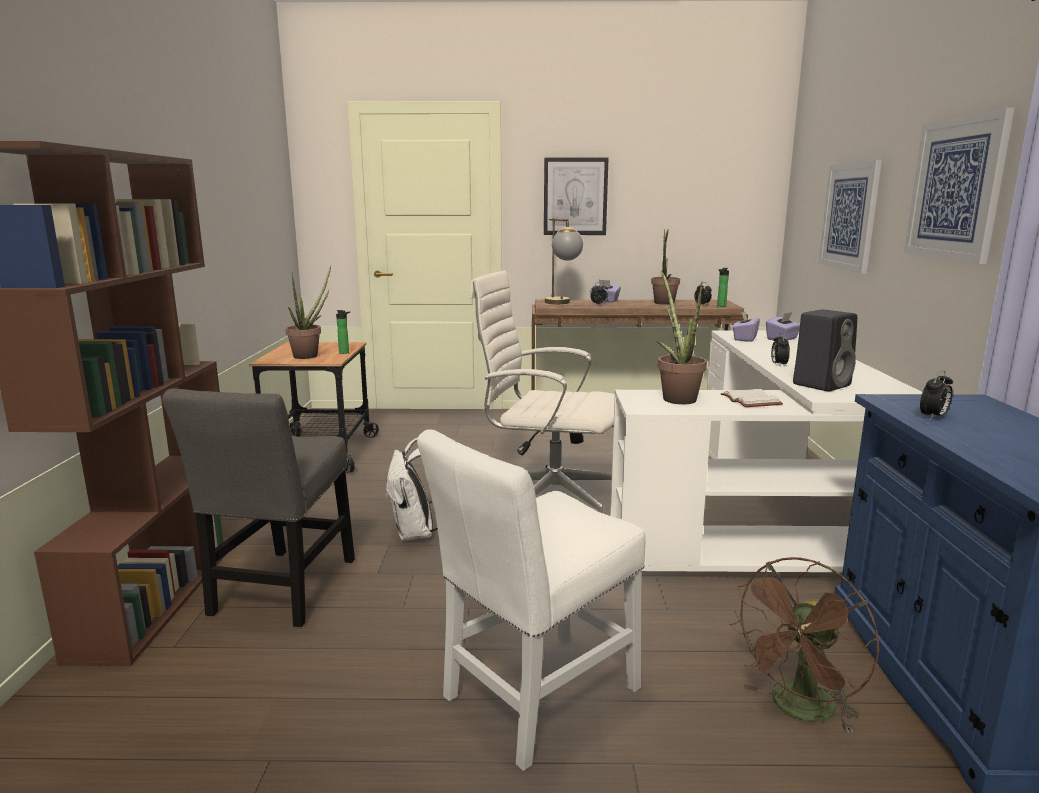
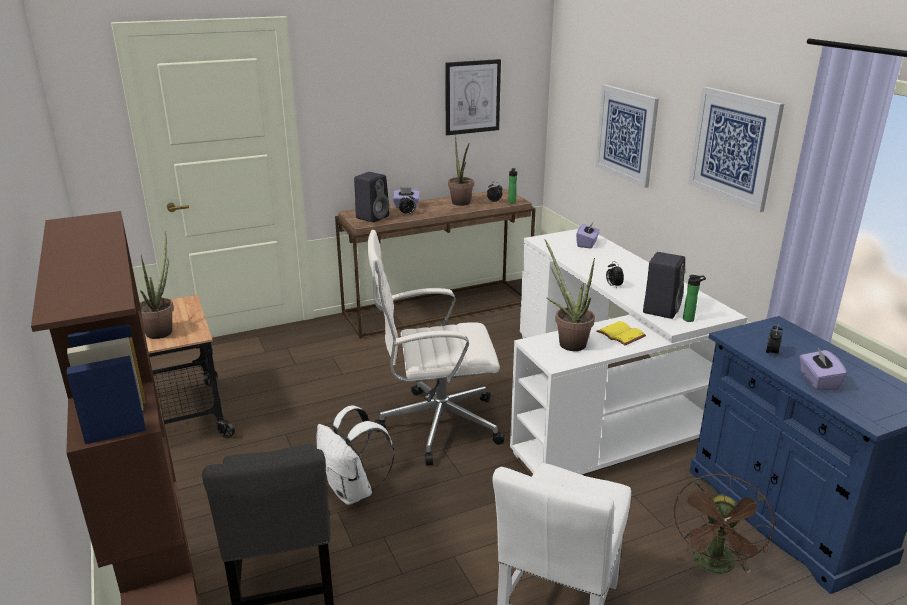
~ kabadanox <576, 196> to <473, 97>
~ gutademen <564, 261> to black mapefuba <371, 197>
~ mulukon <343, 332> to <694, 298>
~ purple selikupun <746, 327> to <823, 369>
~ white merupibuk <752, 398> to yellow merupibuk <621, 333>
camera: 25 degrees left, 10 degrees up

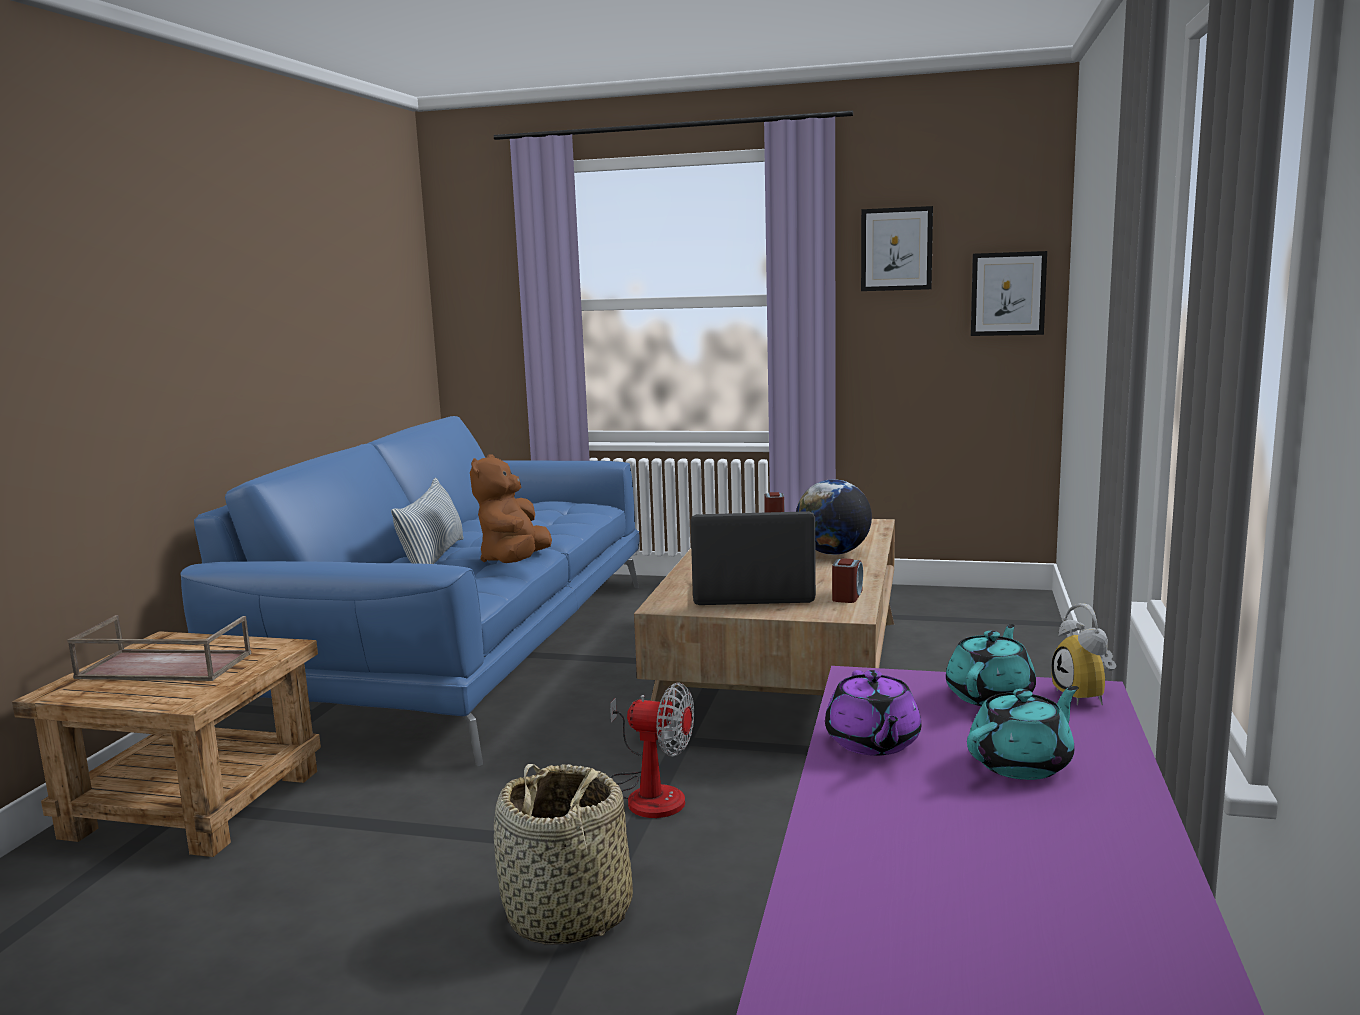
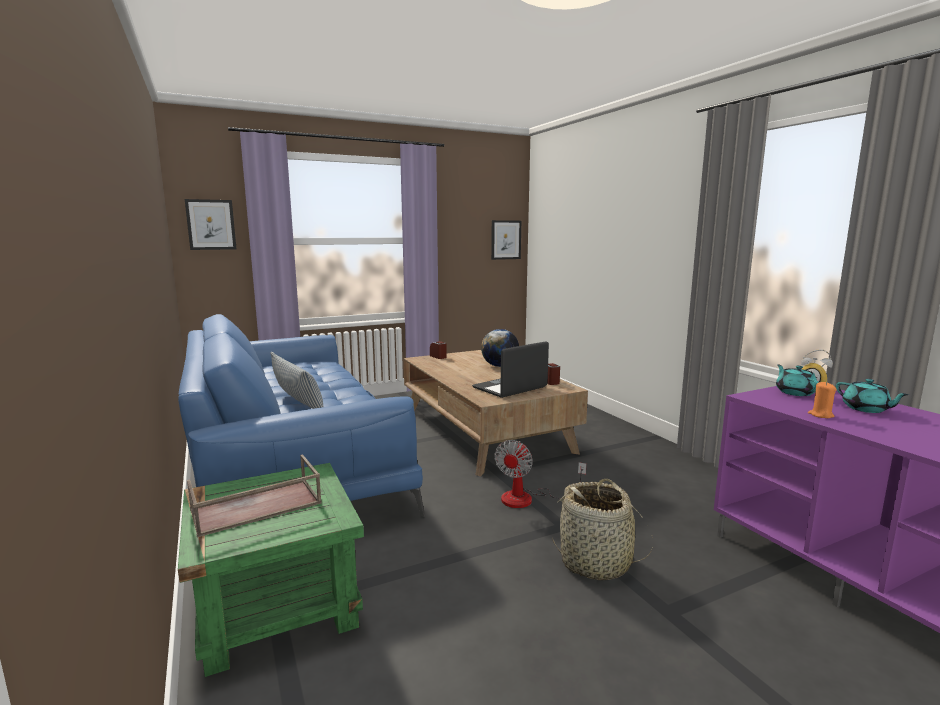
~ kabadanox <897, 248> to <211, 224>
- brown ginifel <511, 508>
~ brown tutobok <166, 744> to green tutobok <271, 570>
~ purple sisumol <873, 713> to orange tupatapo <822, 400>
~ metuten <652, 750> = <540, 474> 135 degrees clockwise
~ turquoise sisumol <1022, 733> = <872, 396> 135 degrees clockwise
camera: 40 degrees left, 0 degrees up

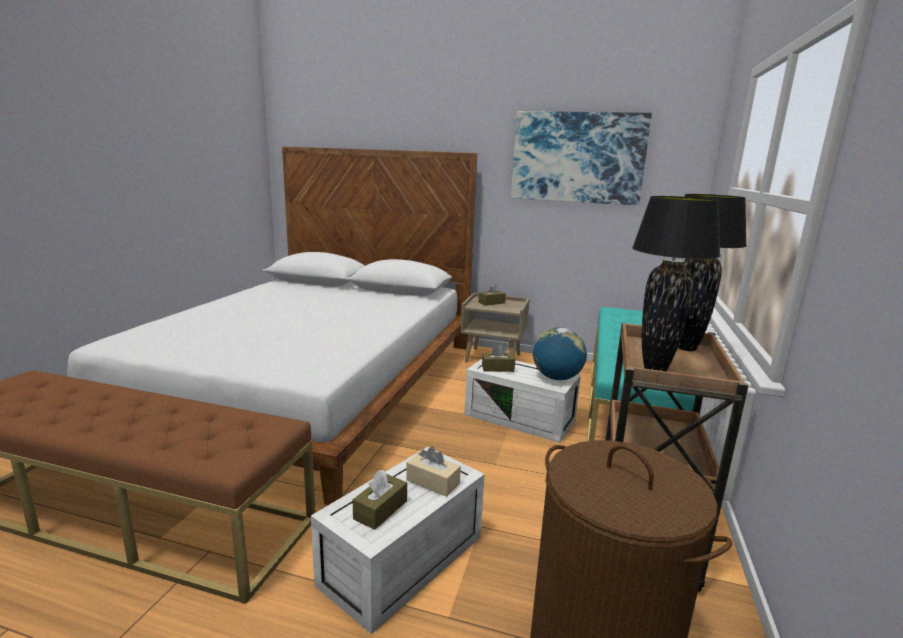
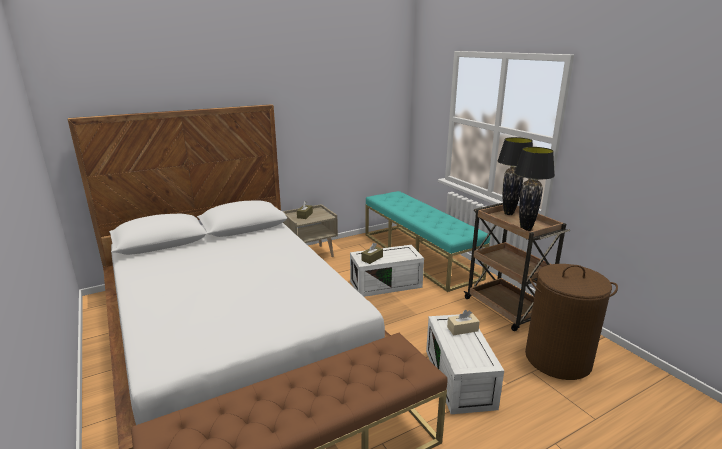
- kabadanox <581, 158>
- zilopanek <560, 353>
- brown selikupun <380, 500>
camera: 45 degrees left, 5 degrees up

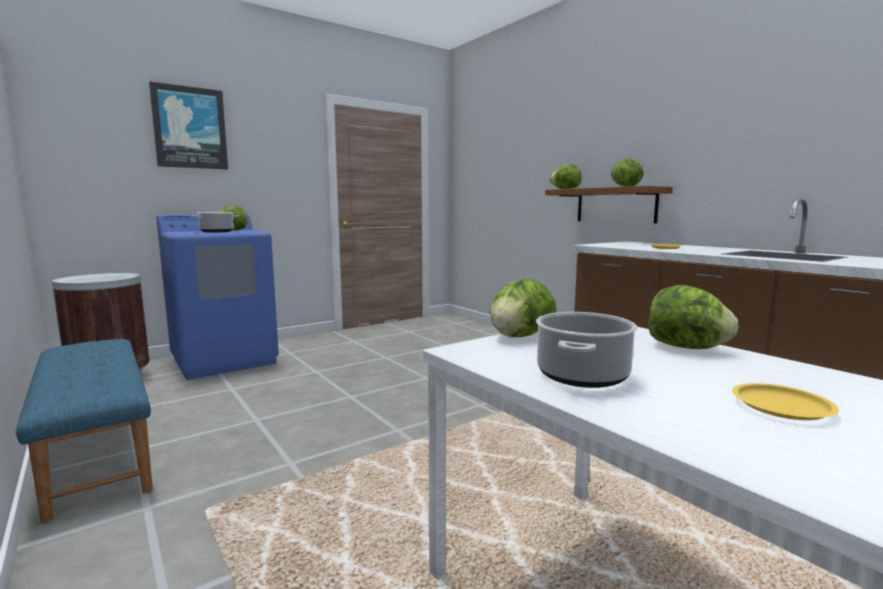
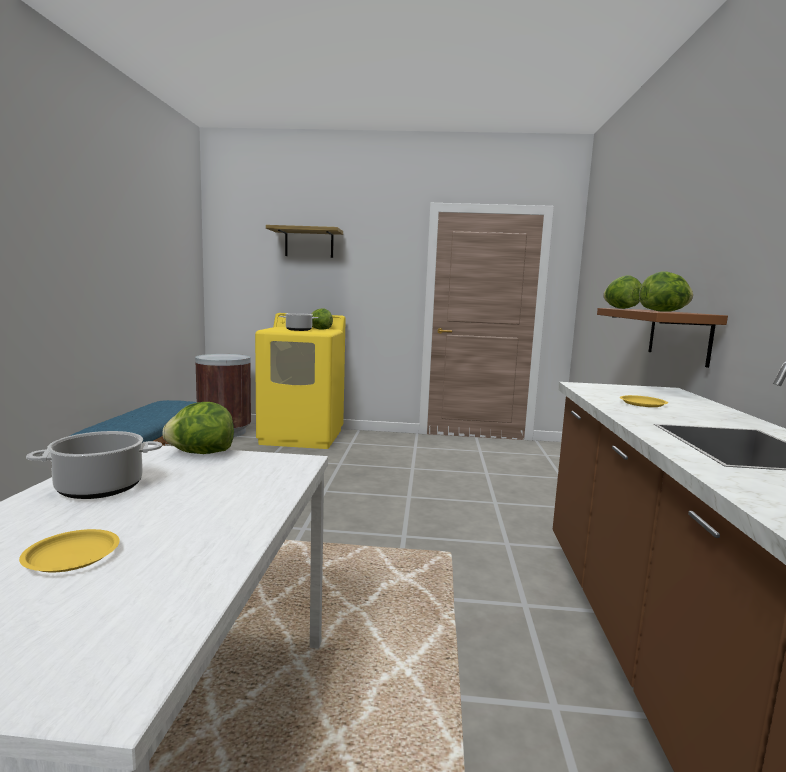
~ kabadanox <188, 125> to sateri <304, 241>
~ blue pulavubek <217, 297> to yellow pulavubek <300, 381>
- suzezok <693, 317>
camera: 40 degrees right, 0 degrees up

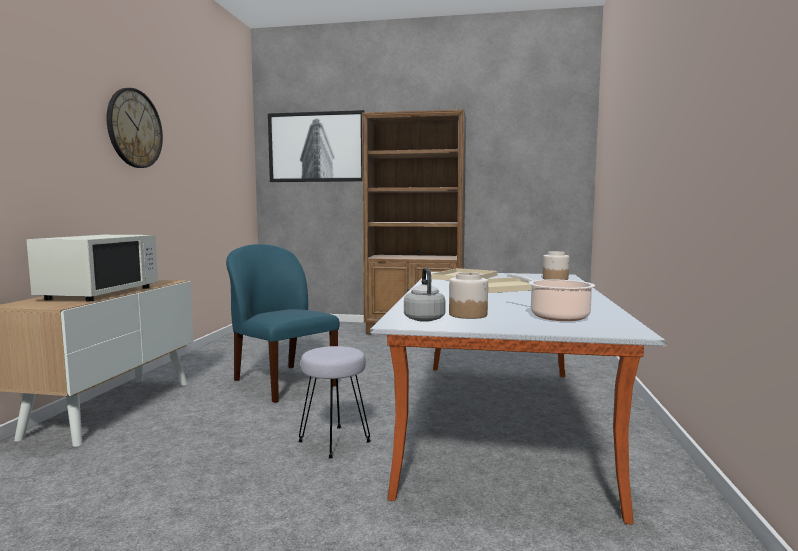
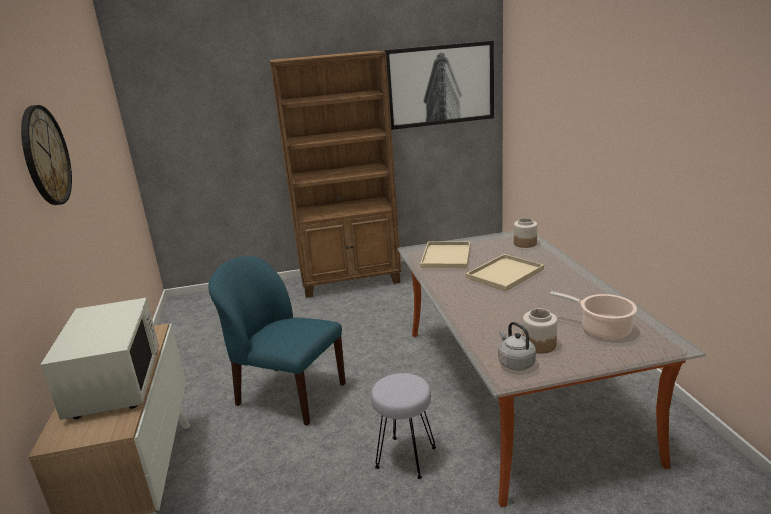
~ kabadanox <316, 146> to <439, 85>
camera: 20 degrees left, 15 degrees up

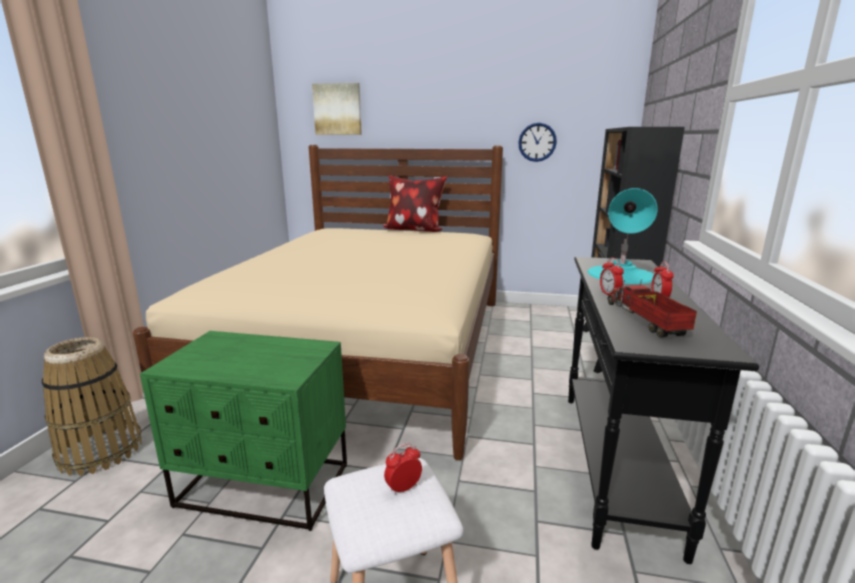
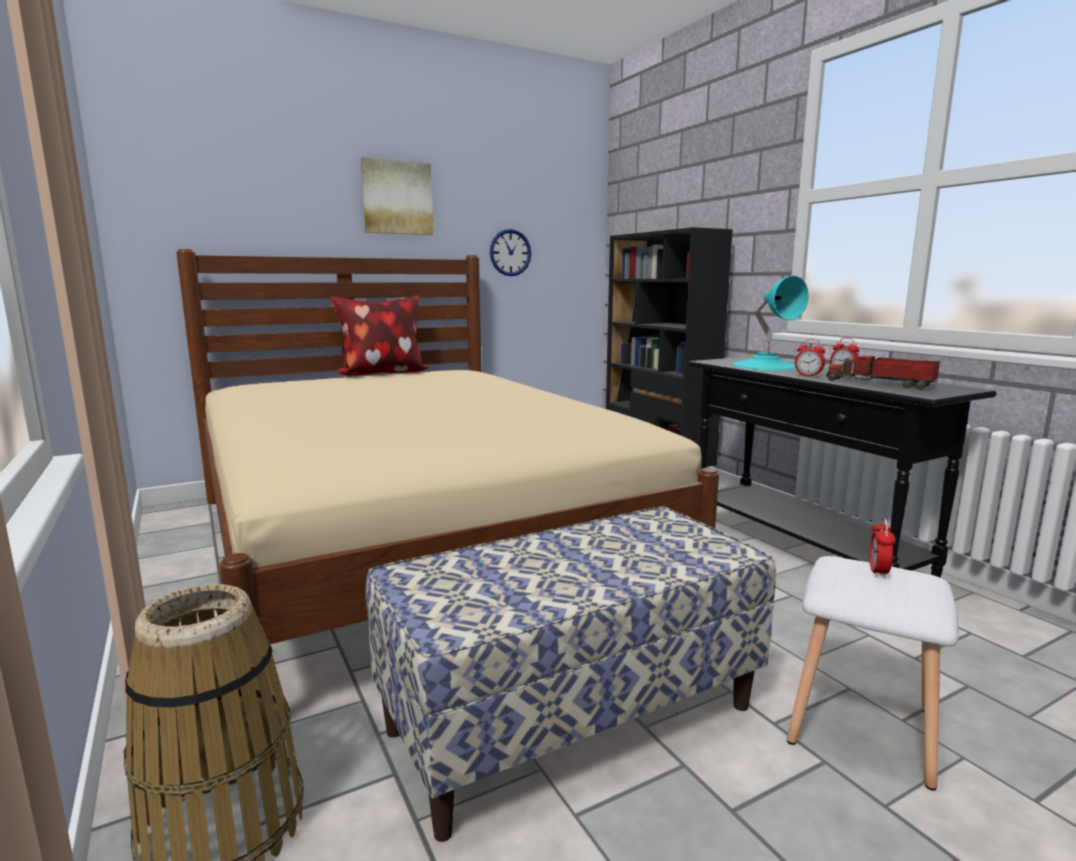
~ kabadanox <337, 109> to <397, 196>
~ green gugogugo <243, 431> to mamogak <570, 674>
camera: 40 degrees left, 5 degrees down

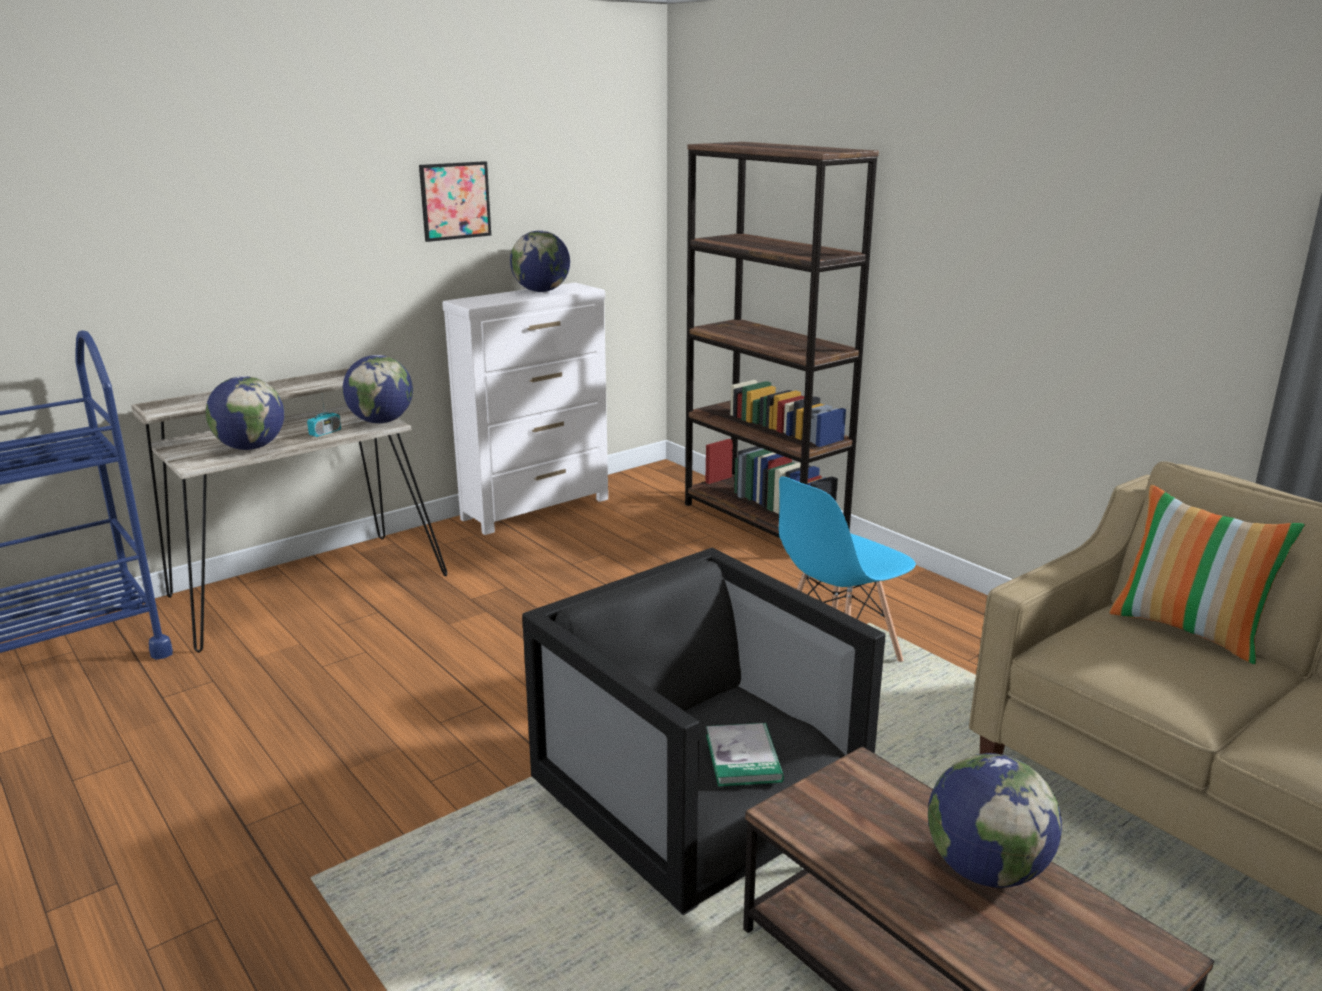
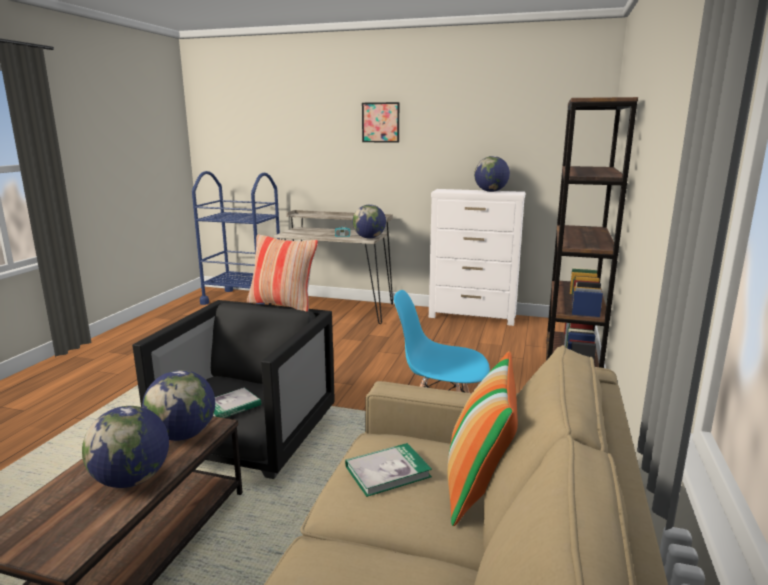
~ kabadanox <455, 201> to <380, 122>
~ zilopanek <245, 413> to <178, 405>
+ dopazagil <282, 273>
+ merupibuk <388, 470>
camera: 55 degrees right, 5 degrees down

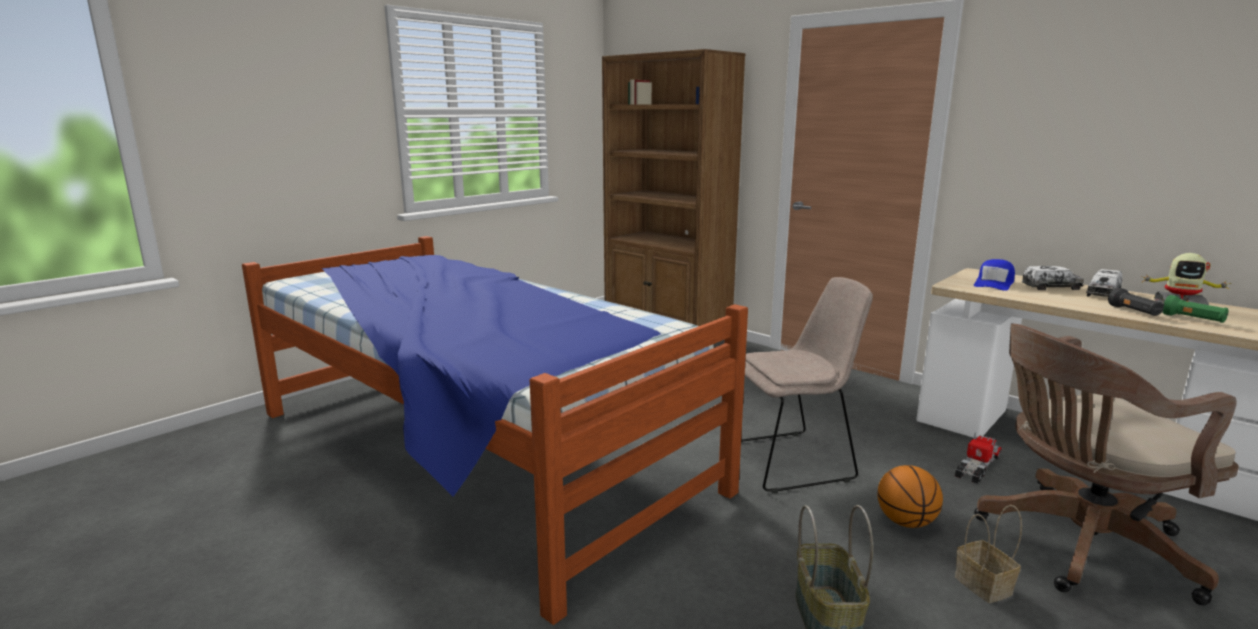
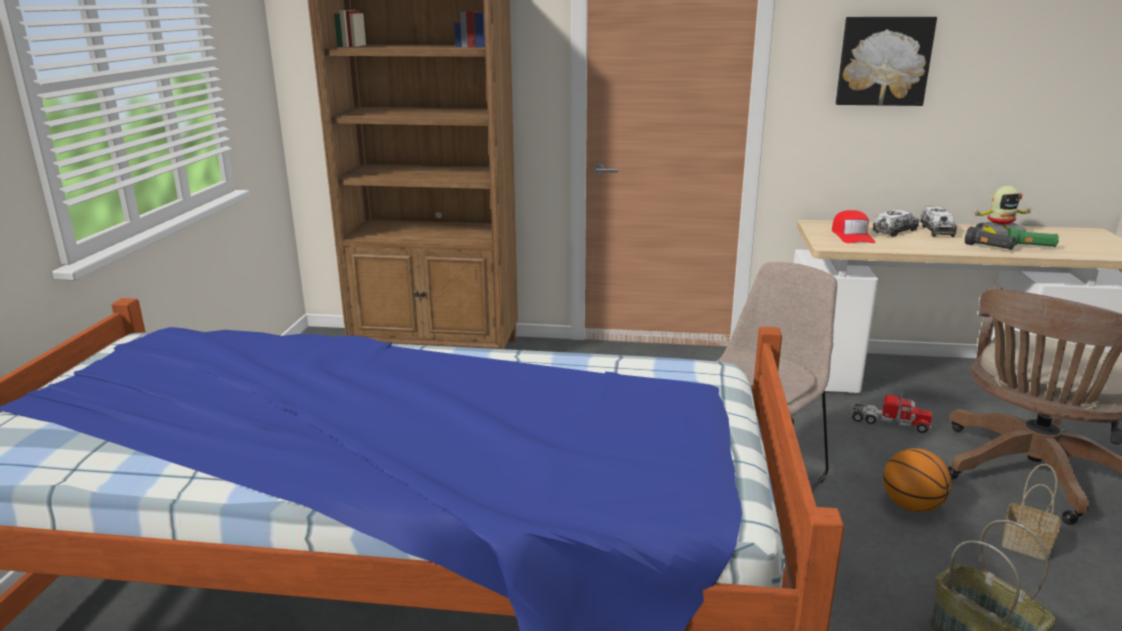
~ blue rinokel <994, 275> to red rinokel <853, 226>
~ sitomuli <978, 458> = <891, 412> 105 degrees clockwise
+ kabadanox <886, 61>
camera: 35 degrees left, 5 degrees up

